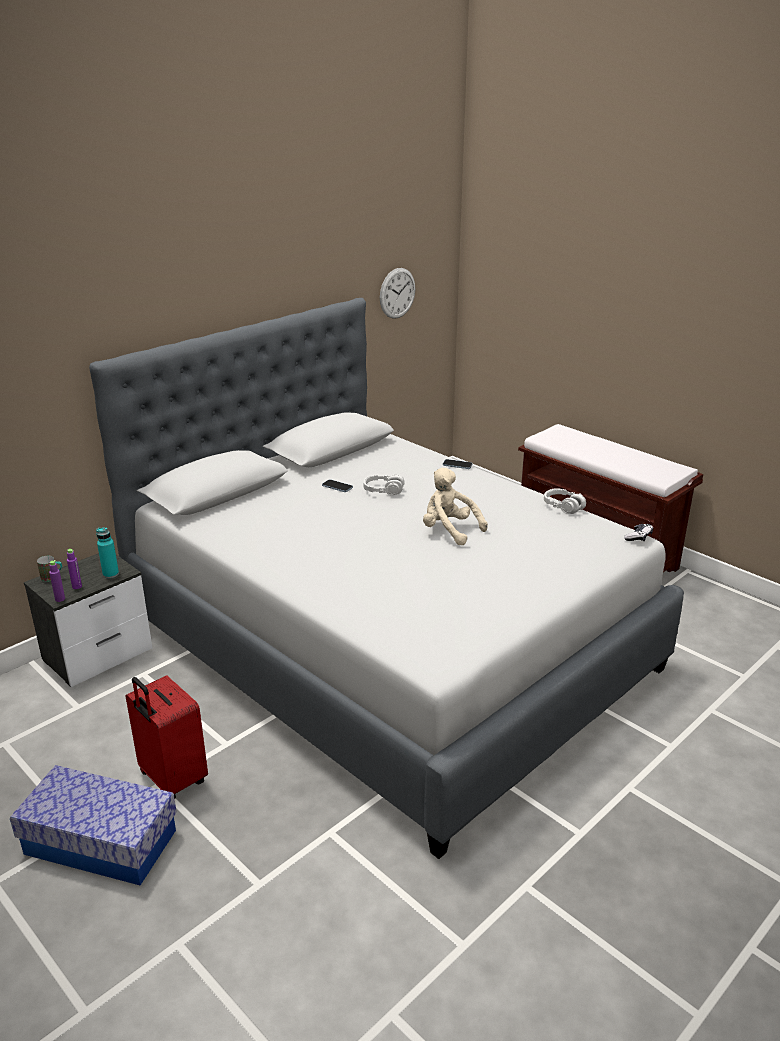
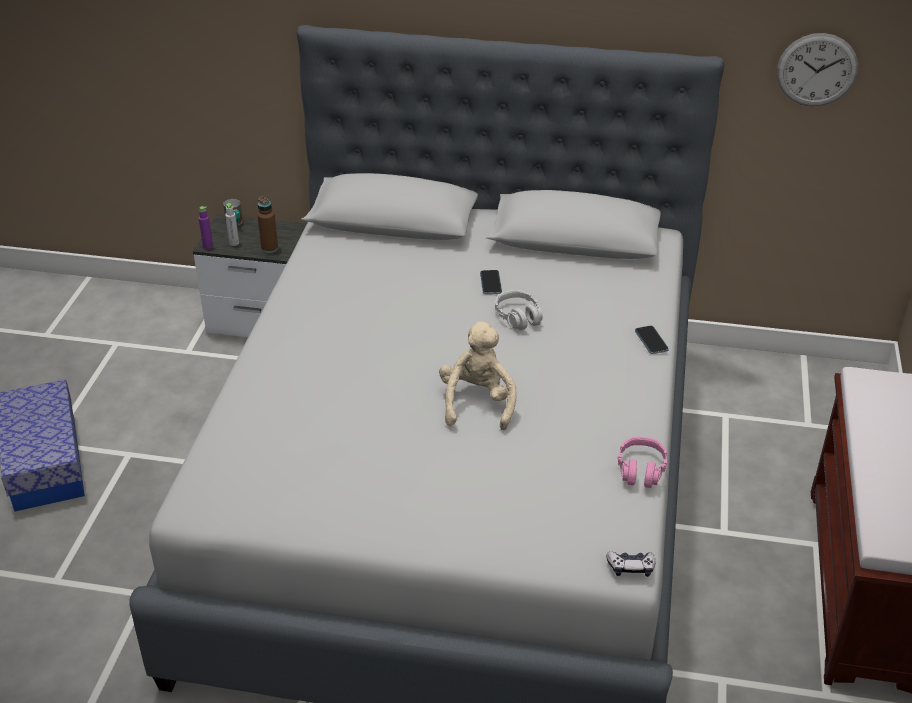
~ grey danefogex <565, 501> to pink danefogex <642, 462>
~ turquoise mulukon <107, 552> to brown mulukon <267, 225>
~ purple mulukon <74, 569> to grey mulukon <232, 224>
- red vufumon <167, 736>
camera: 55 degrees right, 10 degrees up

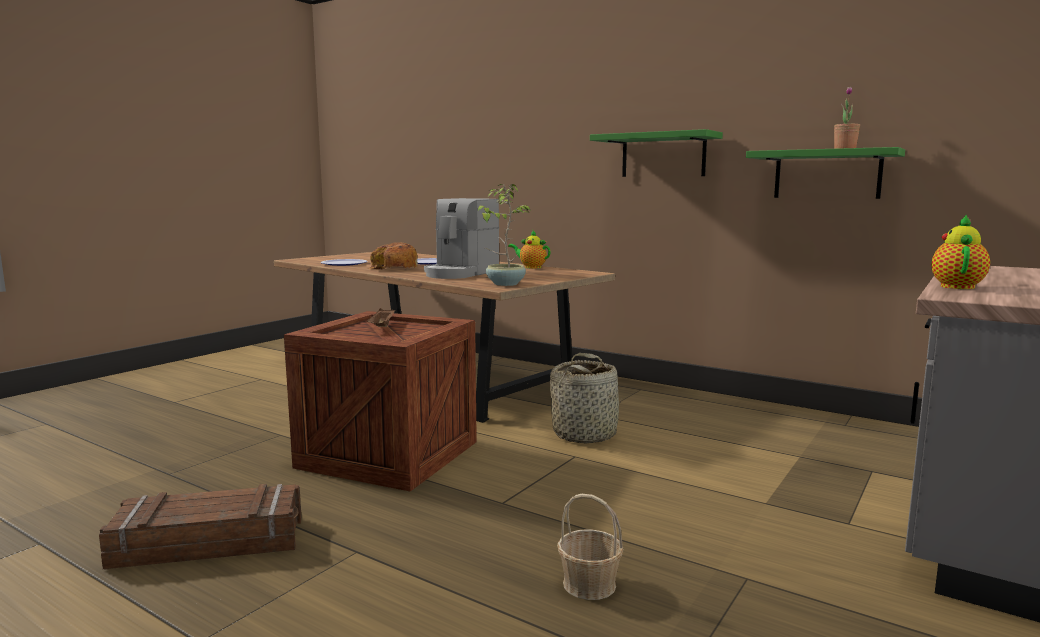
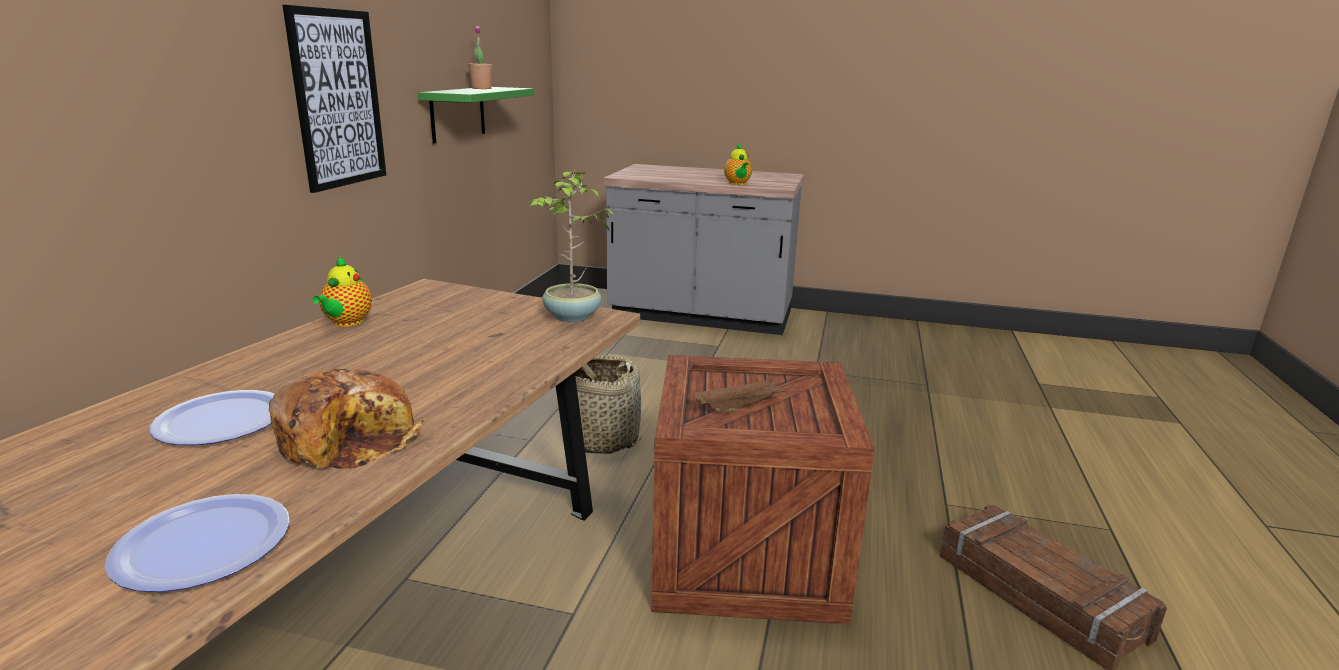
~ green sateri <656, 153> to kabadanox <334, 99>
- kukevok <461, 238>
~ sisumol <960, 252> = <738, 164> 105 degrees counterclockwise
- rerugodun <590, 547>
camera: 110 degrees left, 10 degrees up

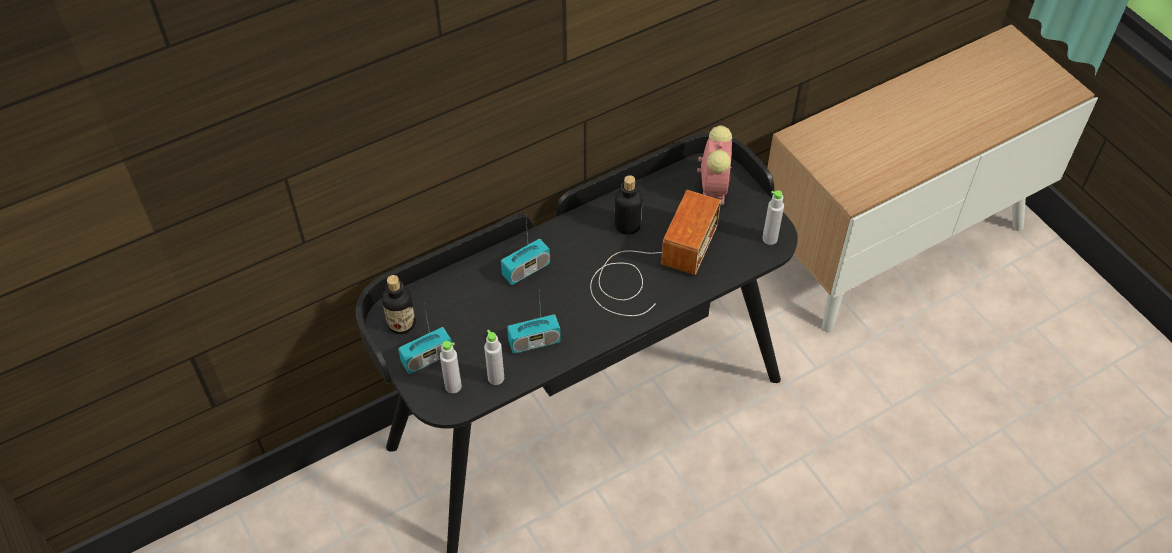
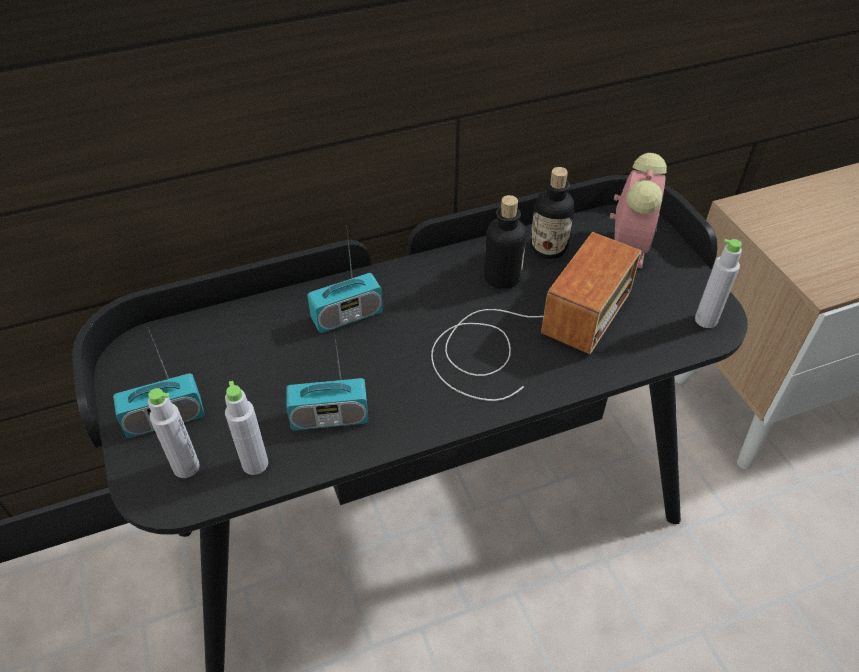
~ mulukon <399, 304> to <552, 213>
camera: 10 degrees right, 5 degrees down

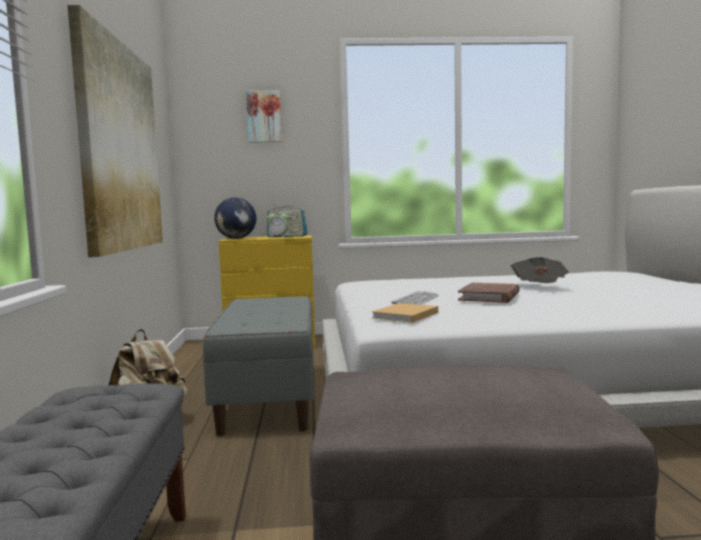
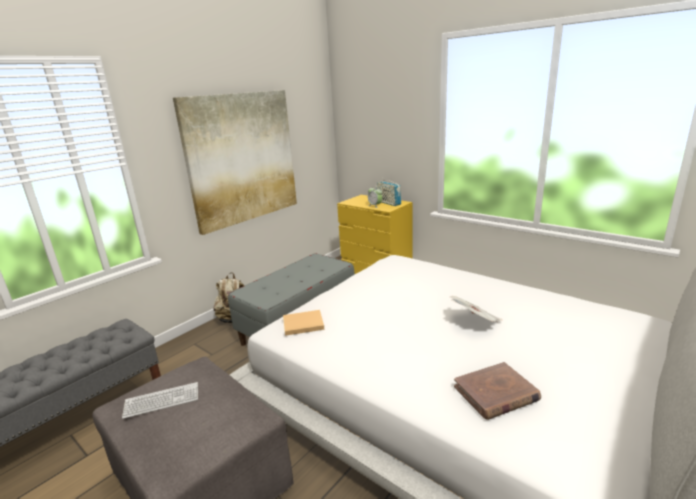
- kabadanox <264, 116>
- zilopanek <235, 218>
~ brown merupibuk <489, 293> to <497, 391>
~ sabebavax <415, 298> to <160, 400>
camera: 45 degrees right, 15 degrees up

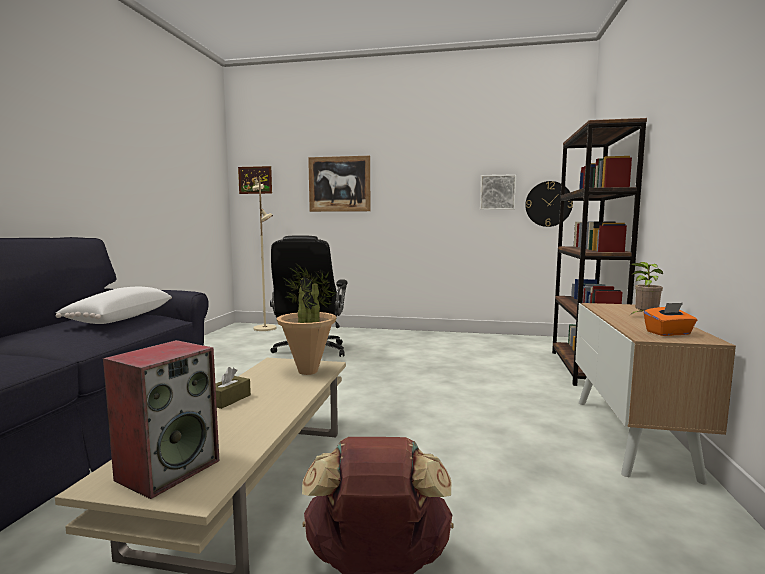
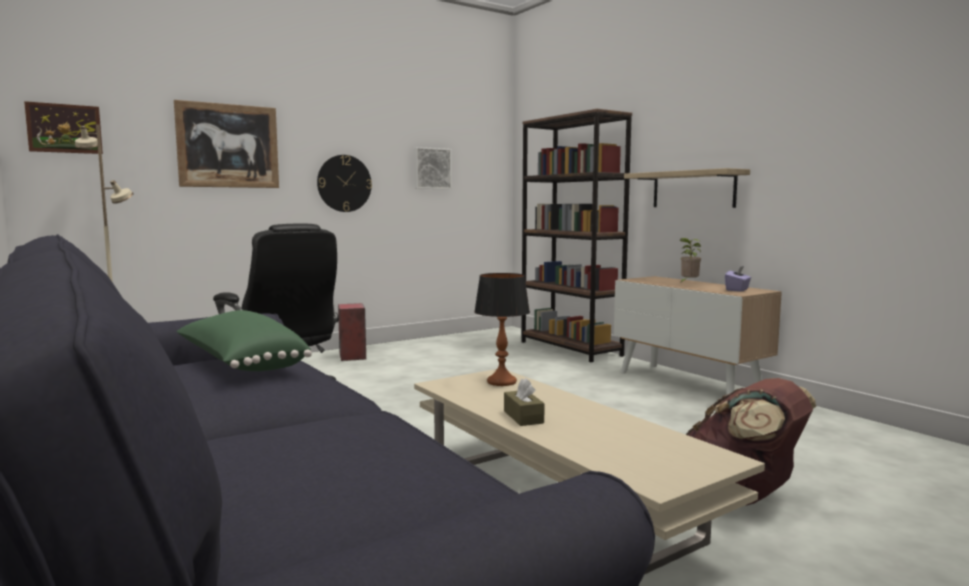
~ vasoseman <549, 204> to <344, 183>
~ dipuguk <306, 319> to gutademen <502, 329>
~ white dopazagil <114, 305> to green dopazagil <244, 340>
~ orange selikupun <670, 319> to purple selikupun <738, 279>
~ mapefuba <161, 419> to <352, 332>
+ sateri <687, 188>
camera: 45 degrees left, 0 degrees up

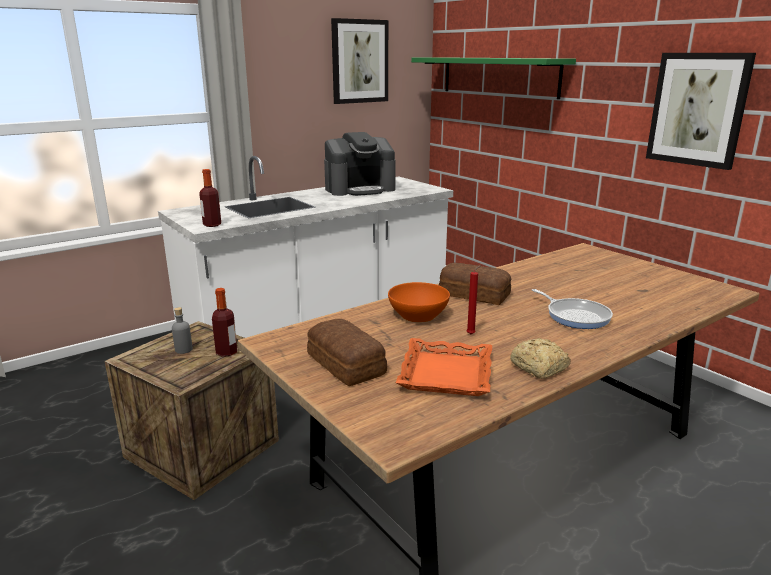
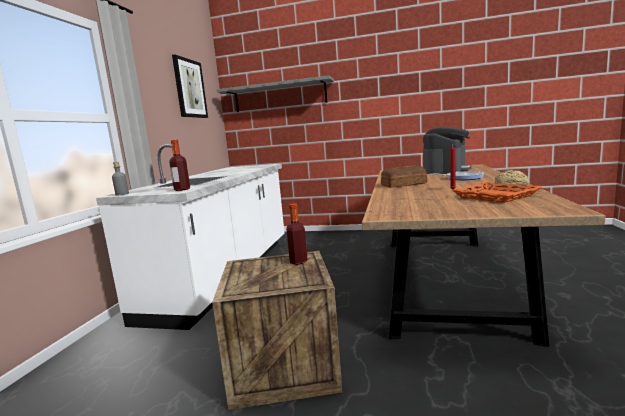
- kabadanox <701, 111>
~ green sateri <493, 78> to grey sateri <275, 93>
~ kukevok <360, 164> to <447, 150>
- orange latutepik <419, 302>
~ grey mulukon <182, 330> to <120, 179>
- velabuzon <347, 352>
camera: 40 degrees left, 10 degrees down

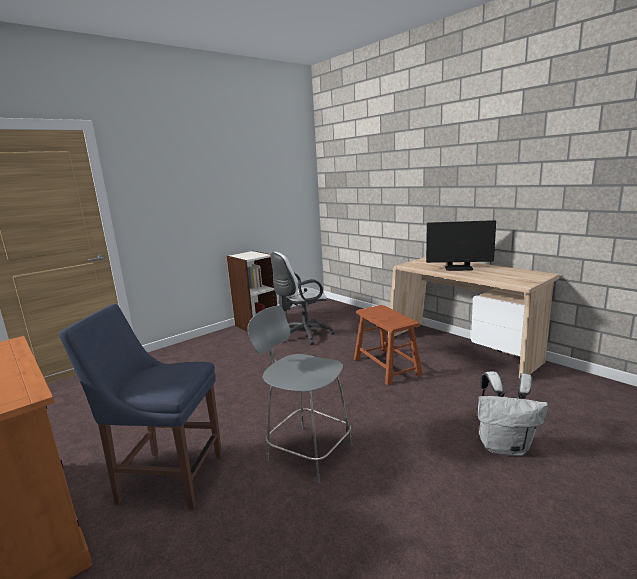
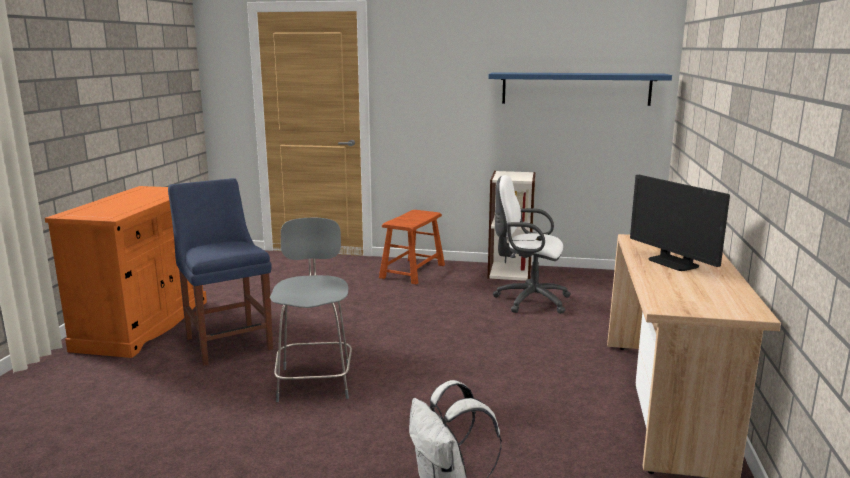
~ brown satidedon <388, 345> to <412, 247>
+ blue sateri <580, 89>
camera: 50 degrees right, 0 degrees up

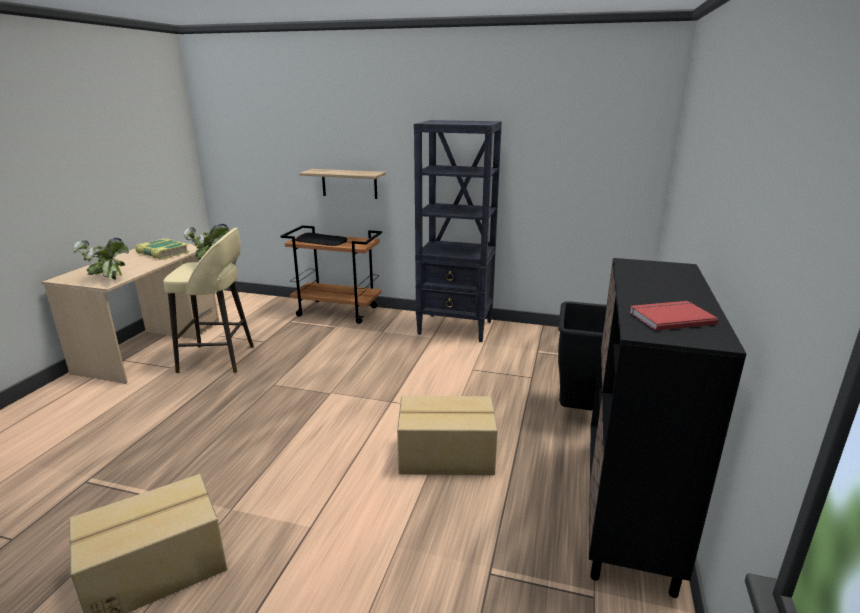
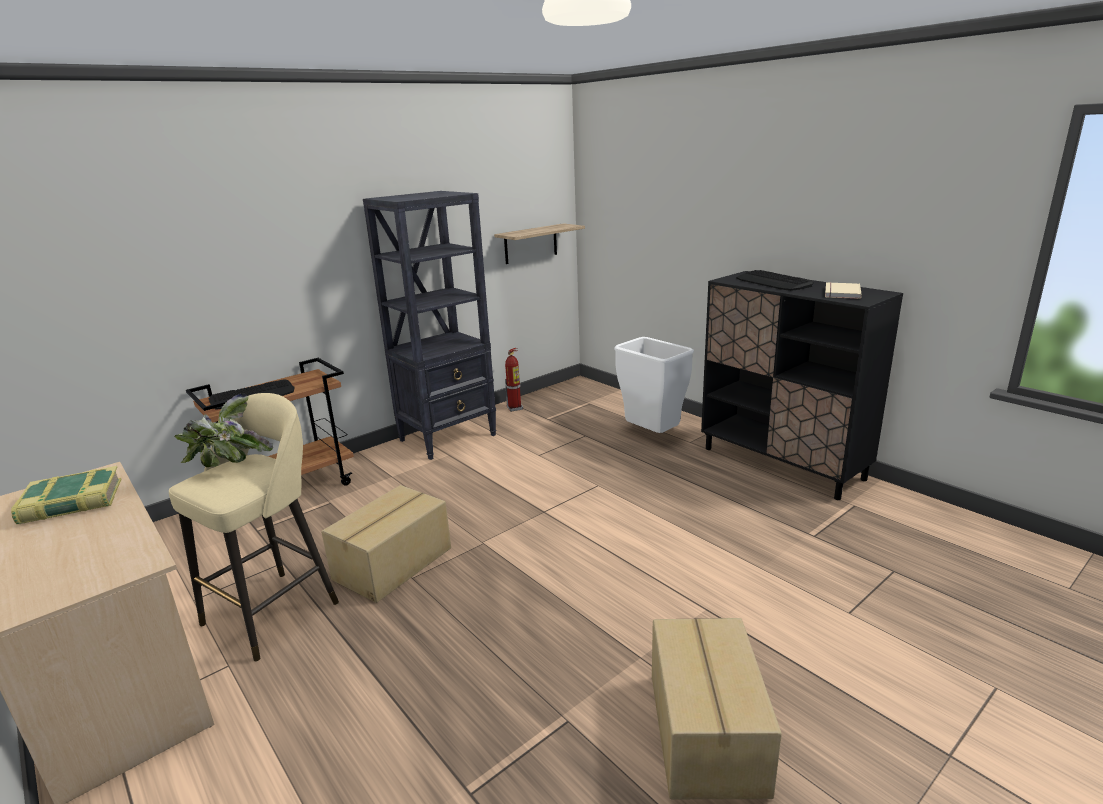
~ sateri <342, 184> to <539, 243>
- dipuguk <101, 259>
~ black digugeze <582, 356> to white digugeze <654, 385>
~ red merupibuk <673, 316> to beige merupibuk <843, 290>
~ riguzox <447, 435> to <386, 544>
+ sabebavax <775, 280>
+ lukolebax <514, 380>
camera: 55 degrees left, 0 degrees up

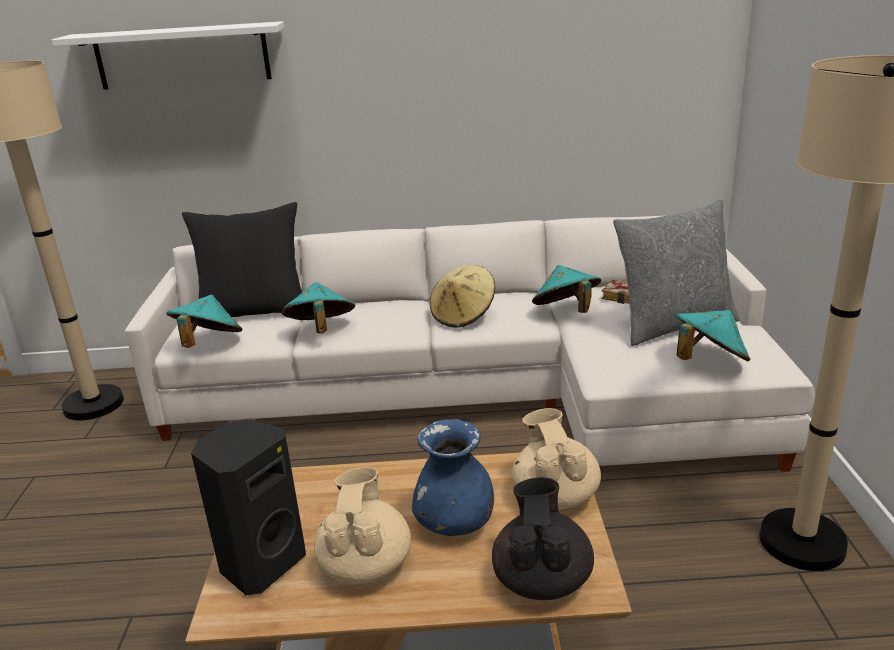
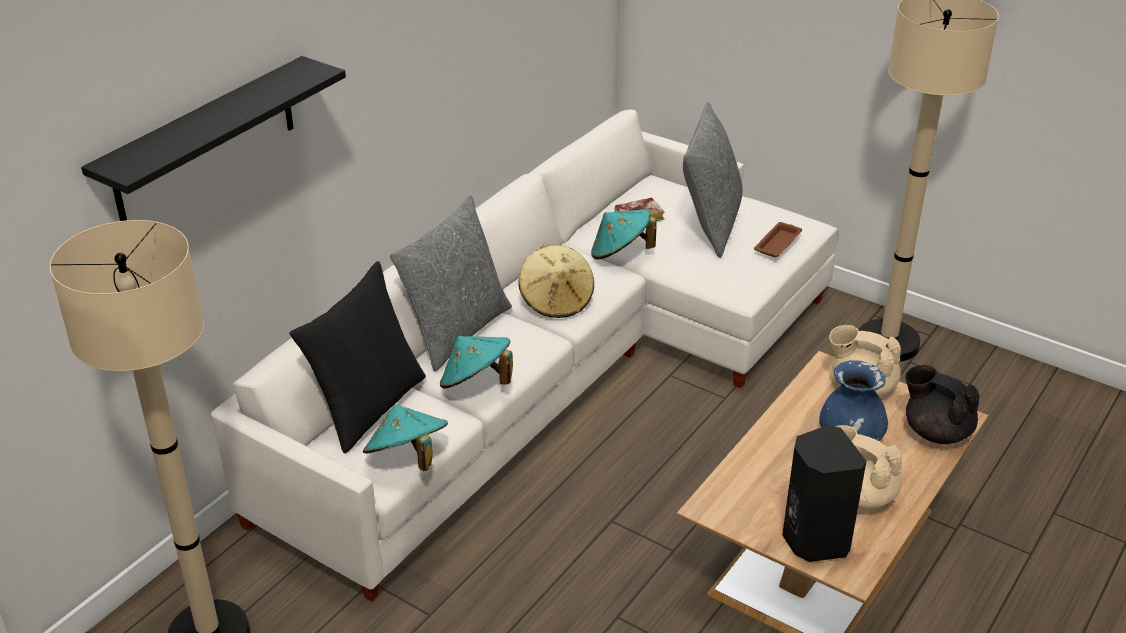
~ white sateri <168, 55> to black sateri <213, 138>
~ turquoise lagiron <712, 336> to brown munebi <778, 239>
+ grey dopazagil <451, 283>
camera: 55 degrees left, 10 degrees up

